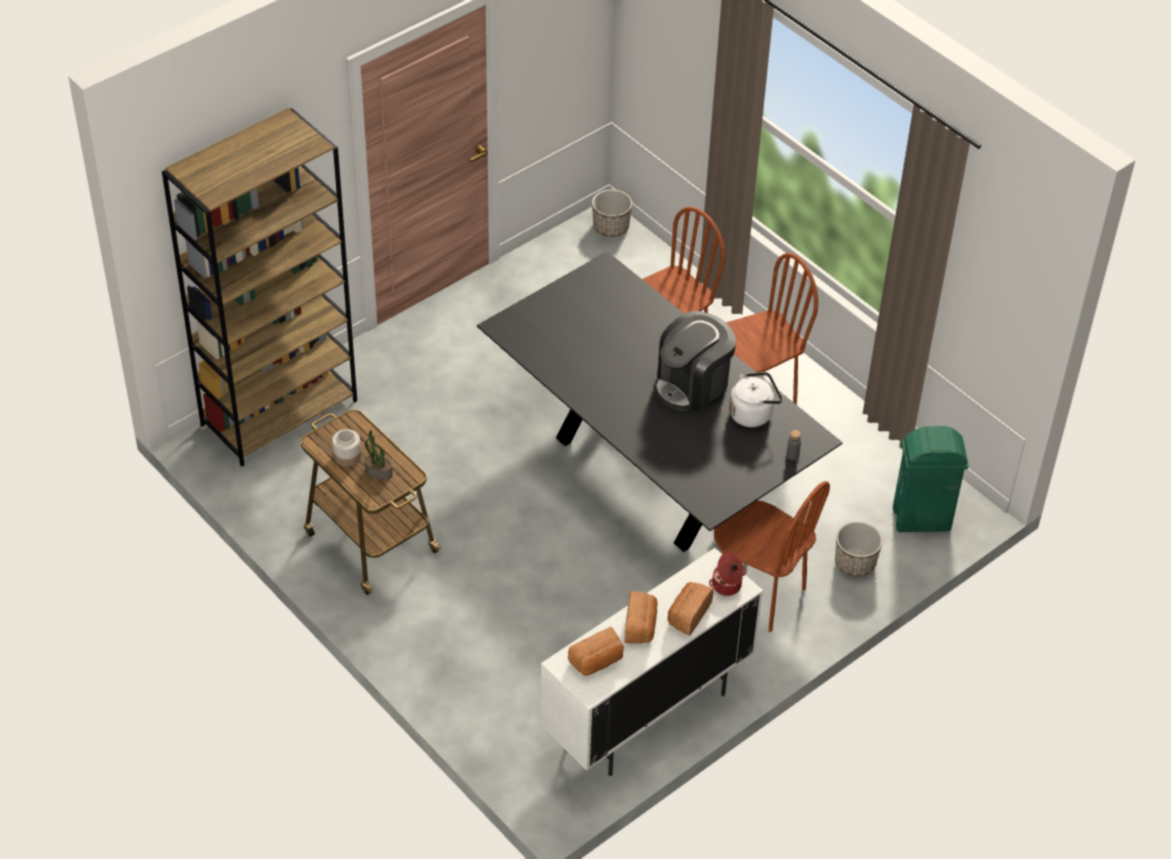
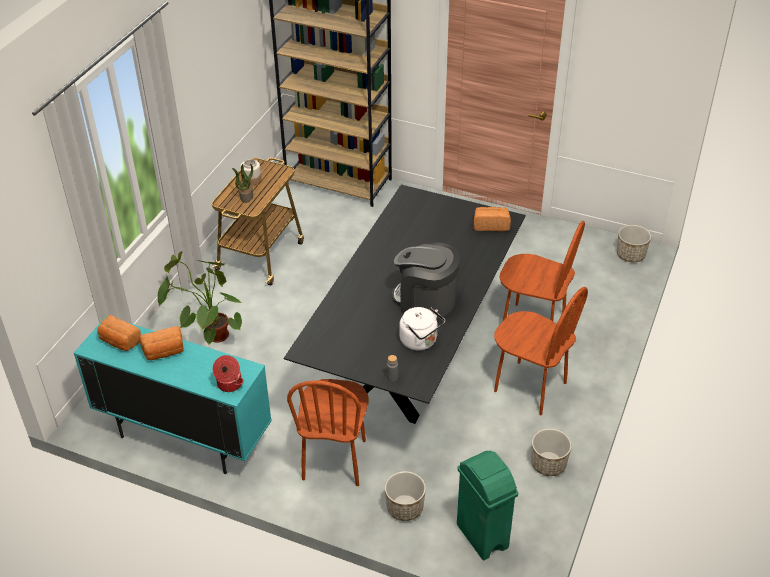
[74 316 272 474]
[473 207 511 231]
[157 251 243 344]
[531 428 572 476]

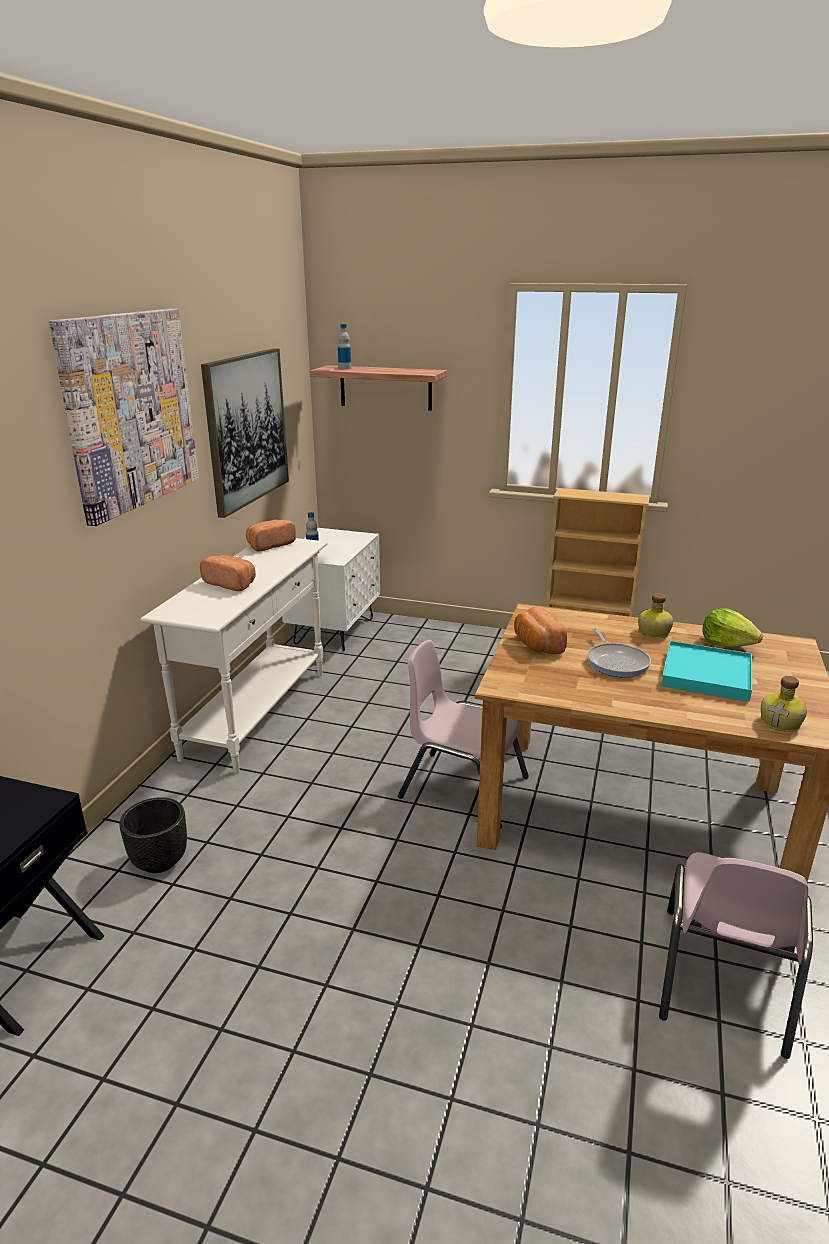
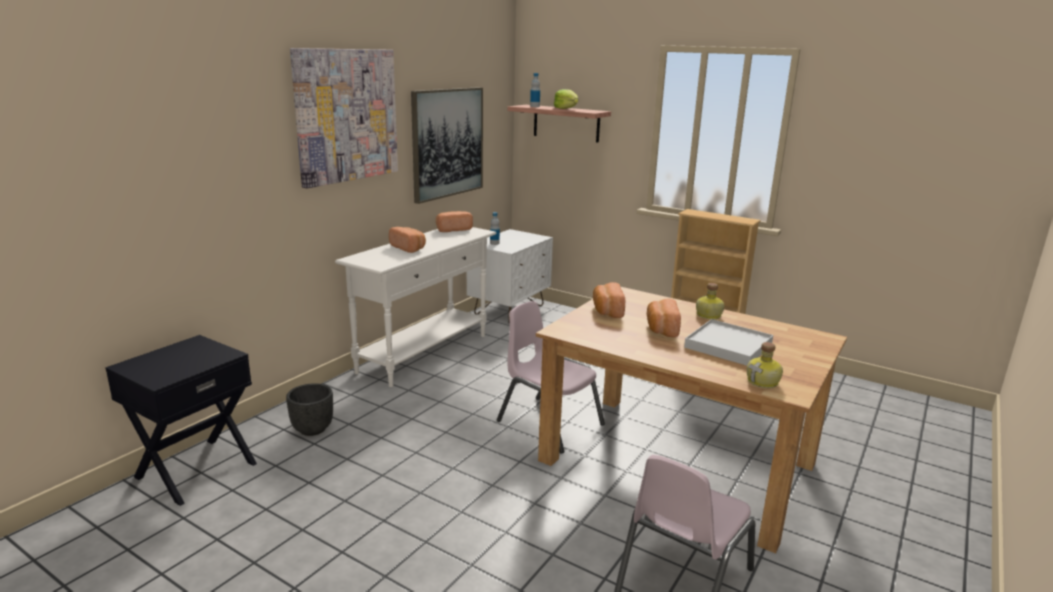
[647 299 681 337]
[684 319 773 366]
[554 89 578 109]

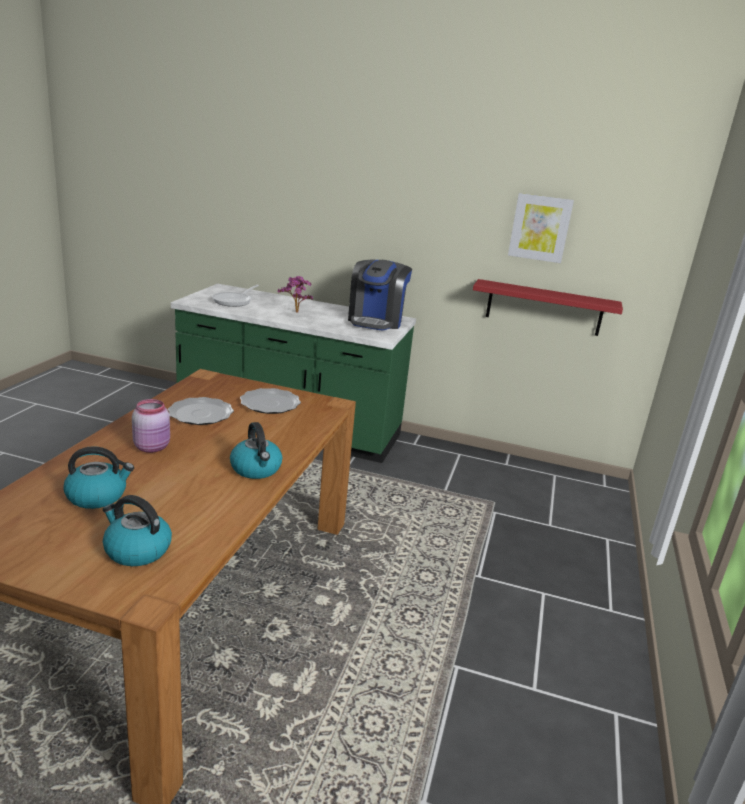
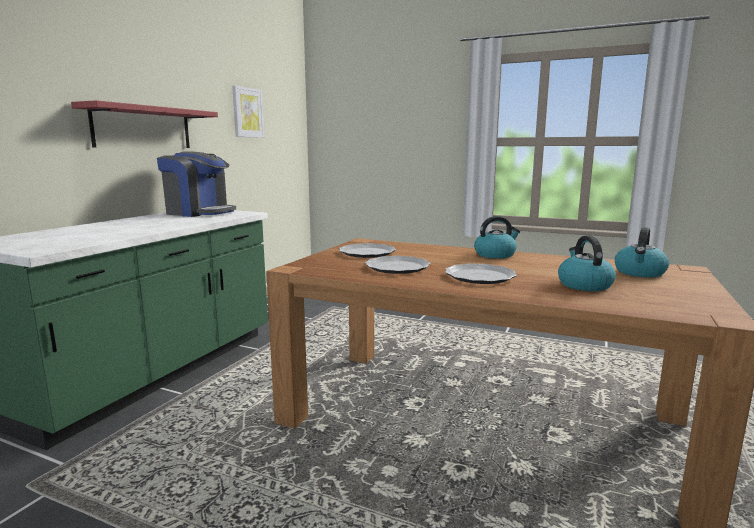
[445 263 517 284]
[212 285 259 307] (first image)
[278 276 313 313] (first image)
[71 100 218 148]

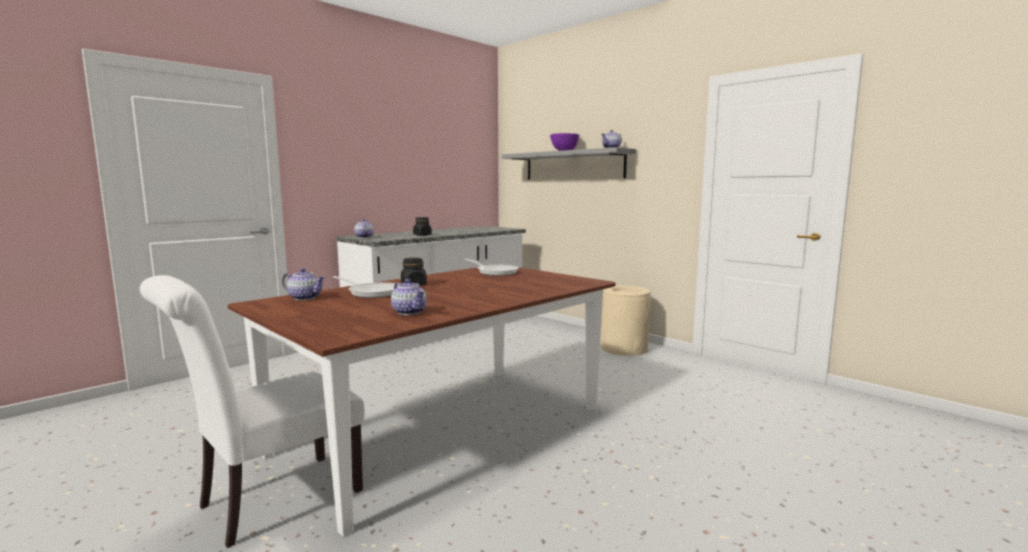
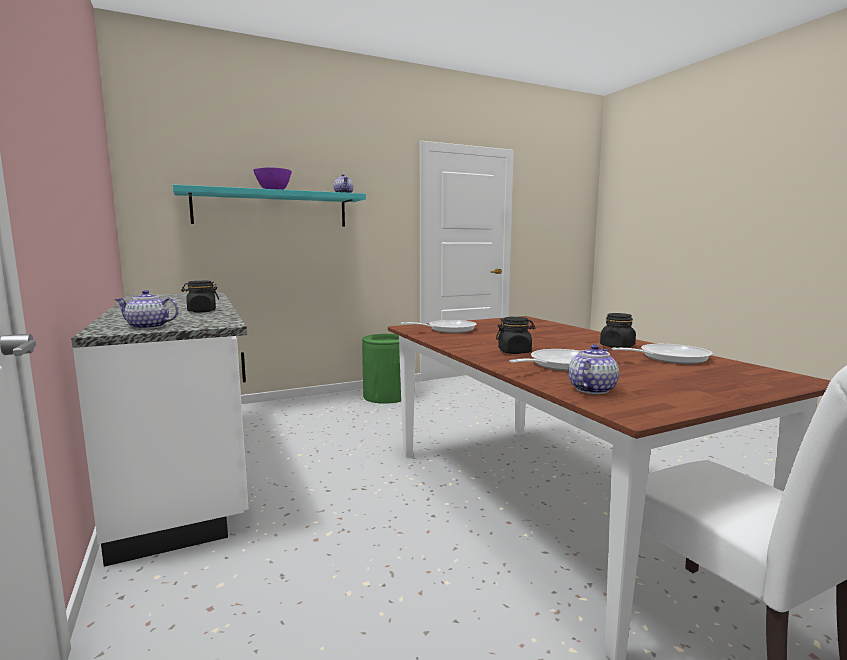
[611 344 713 364]
[173 185 366 227]
[362 334 401 404]
[600 313 636 348]

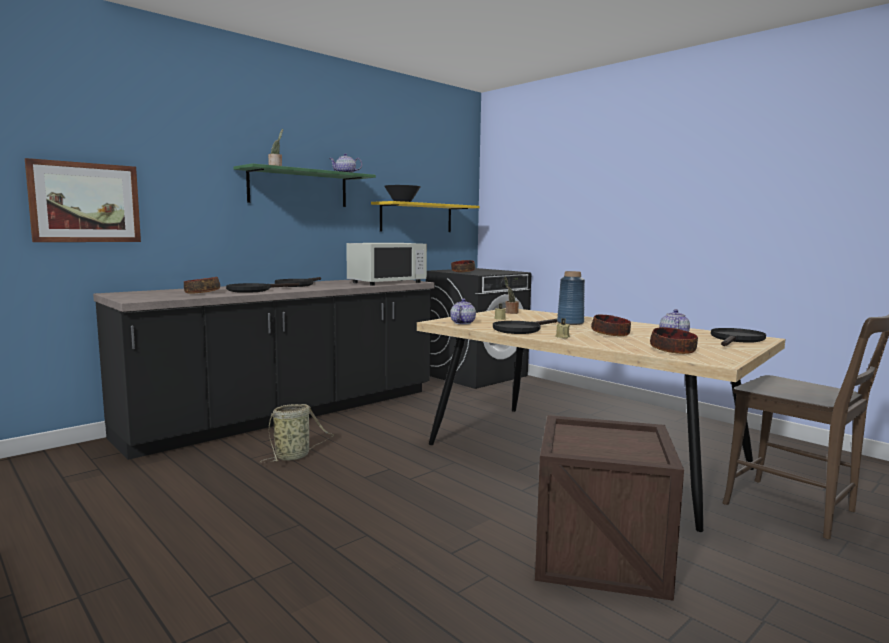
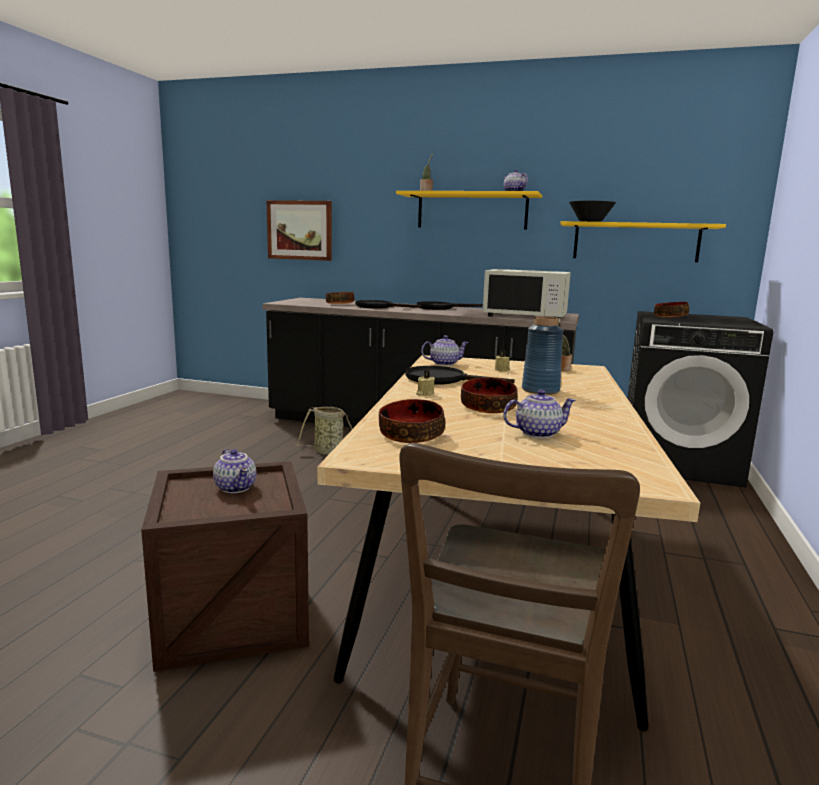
[396 191 542 230]
[711 328 766 346] (first image)
[213 449 256 493]

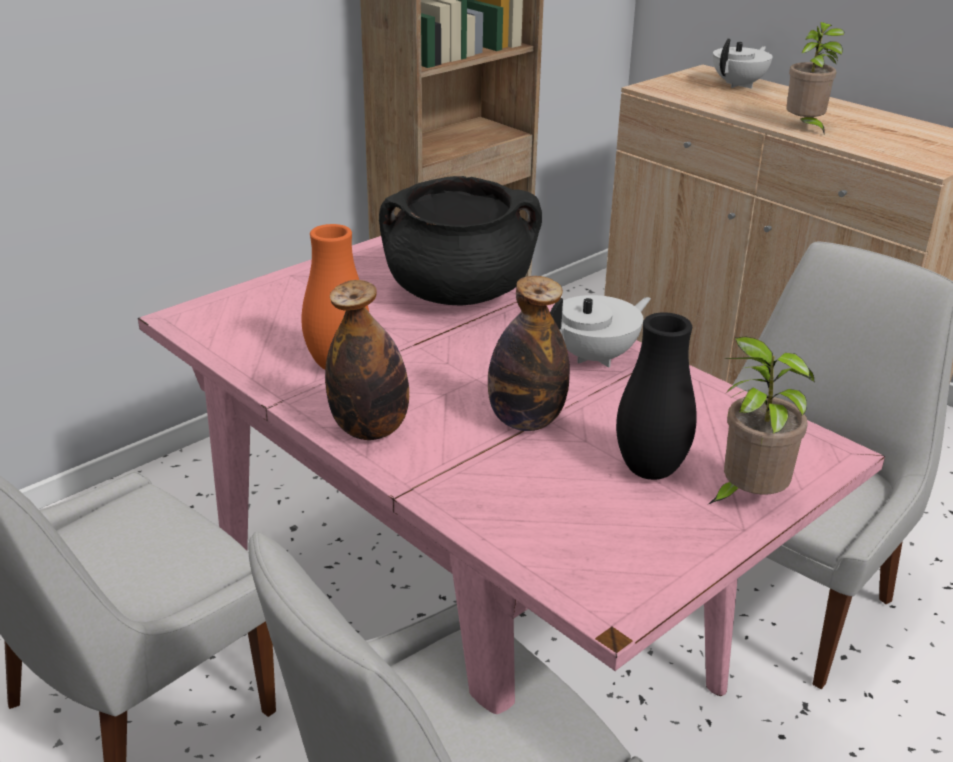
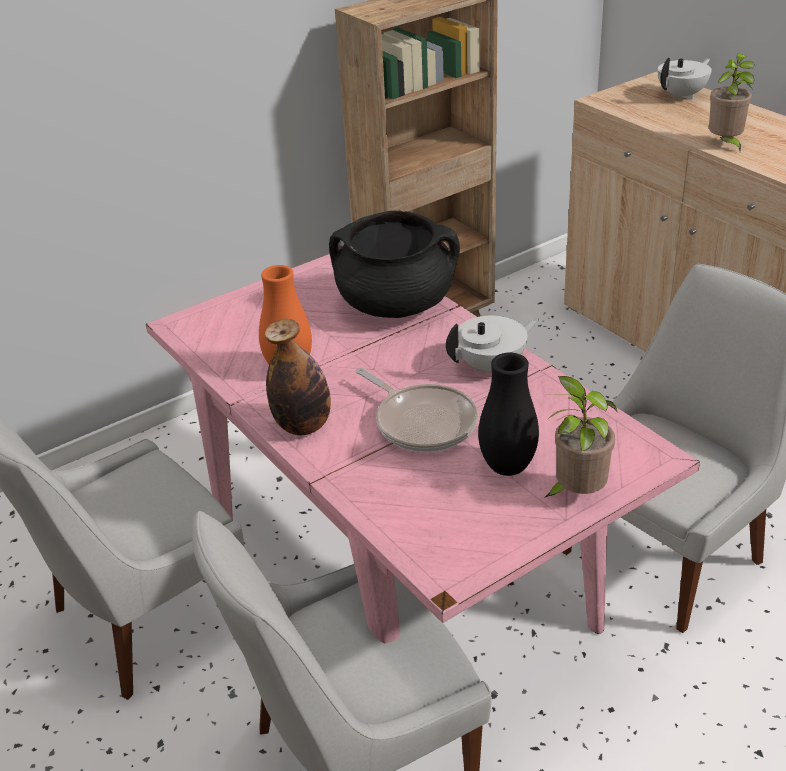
[356 368 478 452]

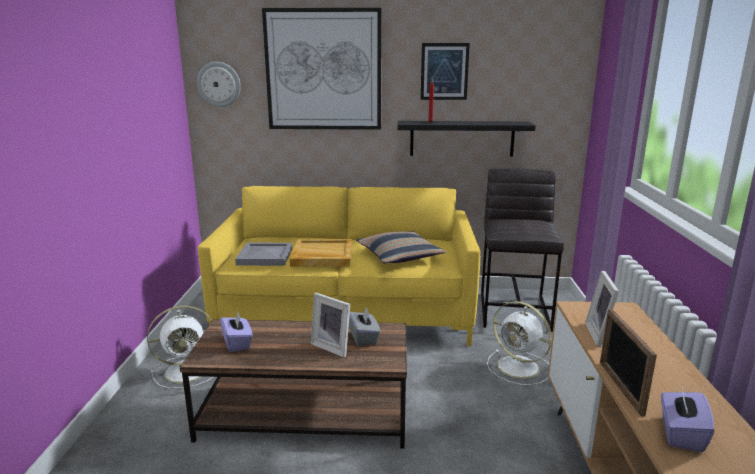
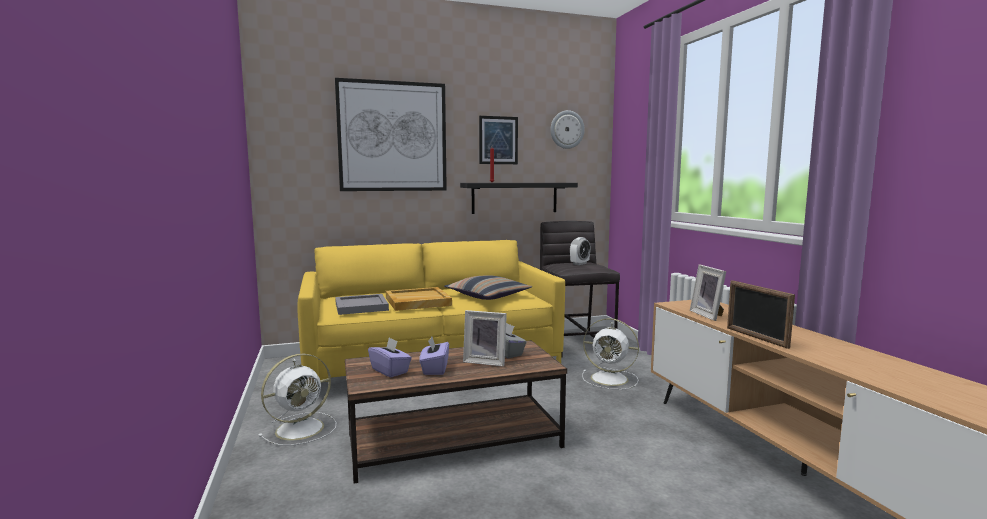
[550 110 585 149]
[419 336 449 375]
[570 237 591 265]

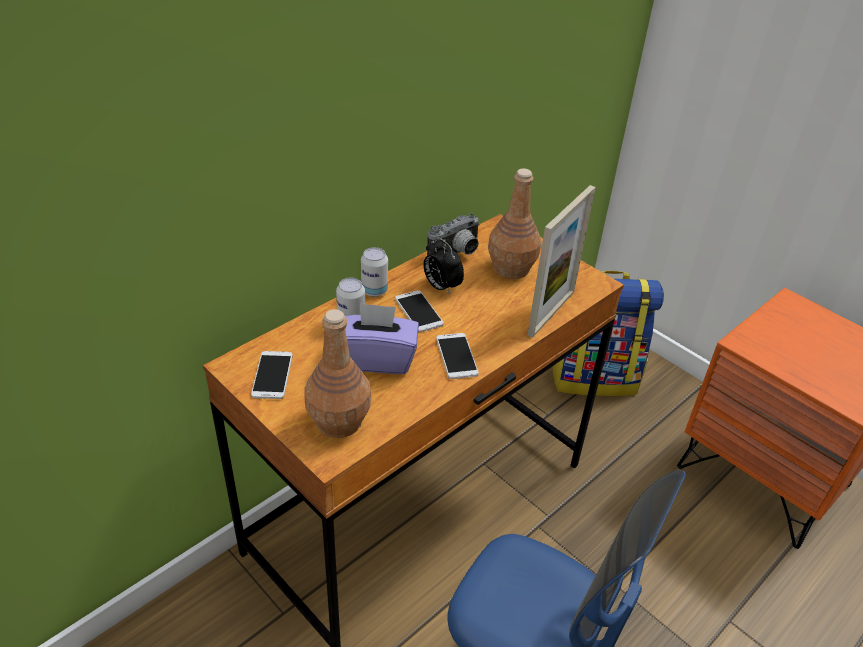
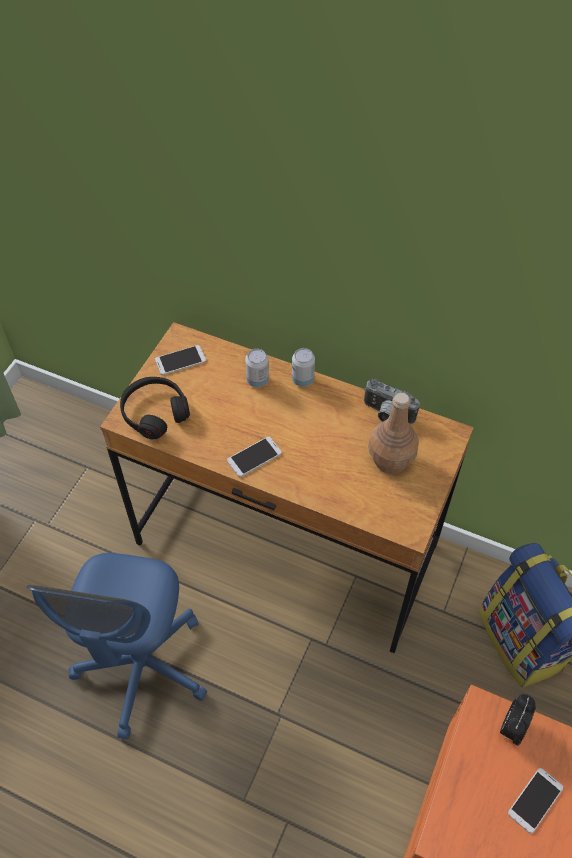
[120 377 190 439]
[345 303 419 374] (first image)
[508 768 563 834]
[500 694 536 746]
[527 185 596 338] (first image)

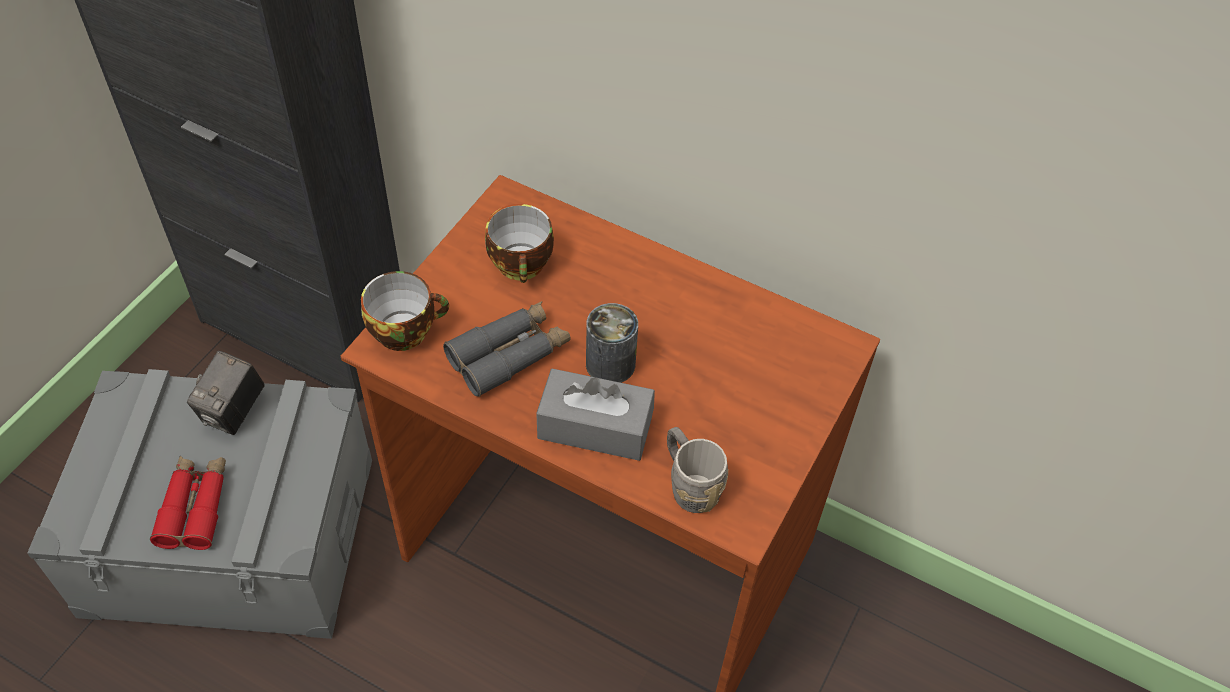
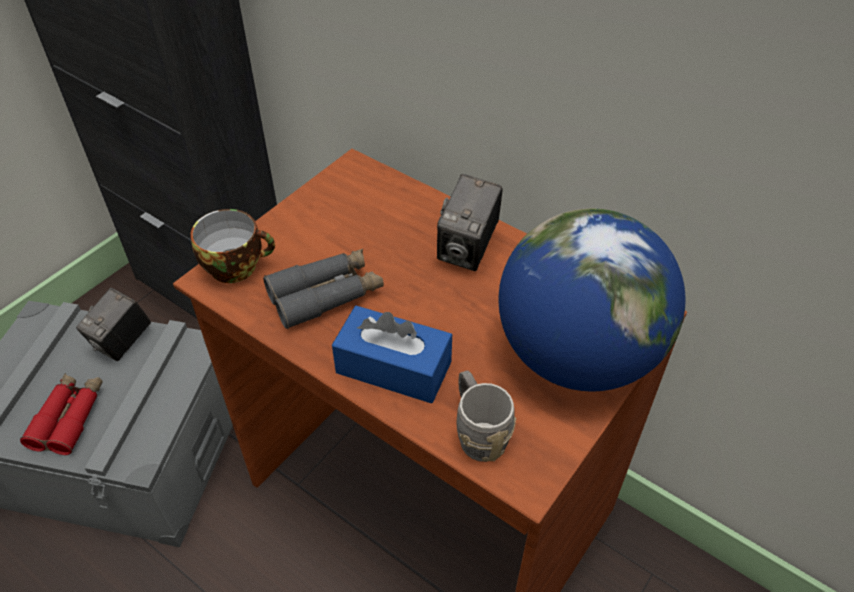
[485 204 554 283] (first image)
[332 306 452 403]
[586 303 638 383] (first image)
[437 174 502 271]
[499 208 686 391]

